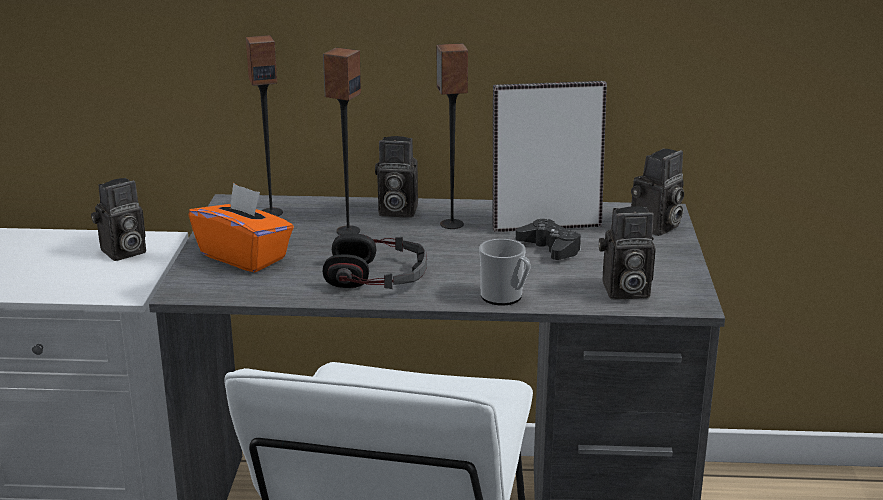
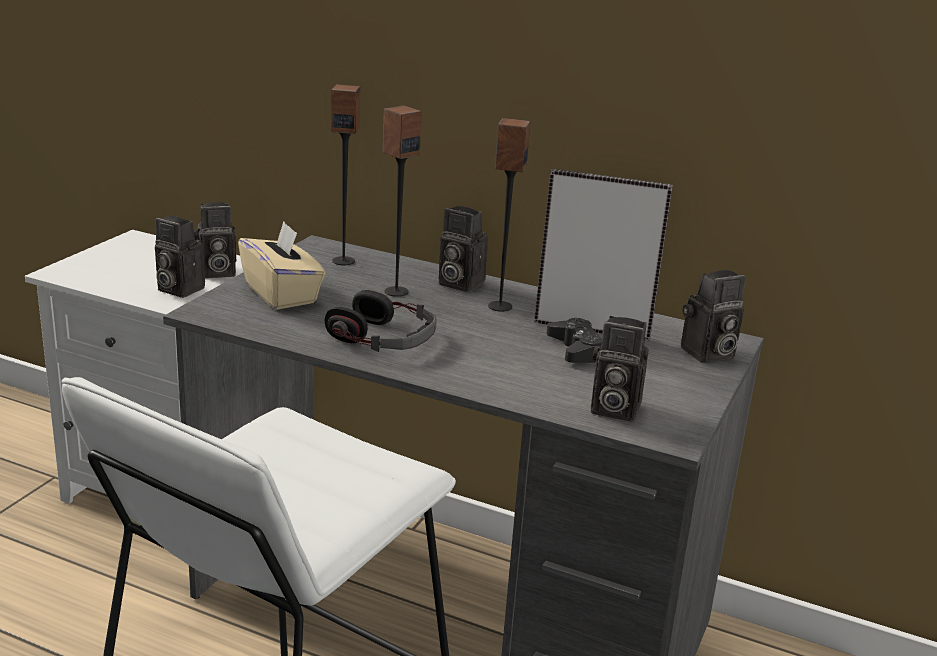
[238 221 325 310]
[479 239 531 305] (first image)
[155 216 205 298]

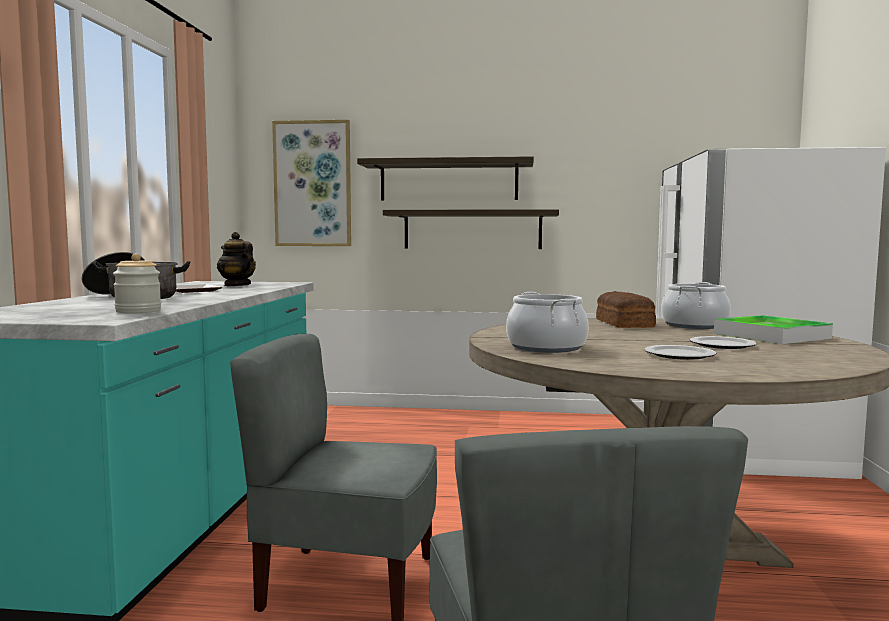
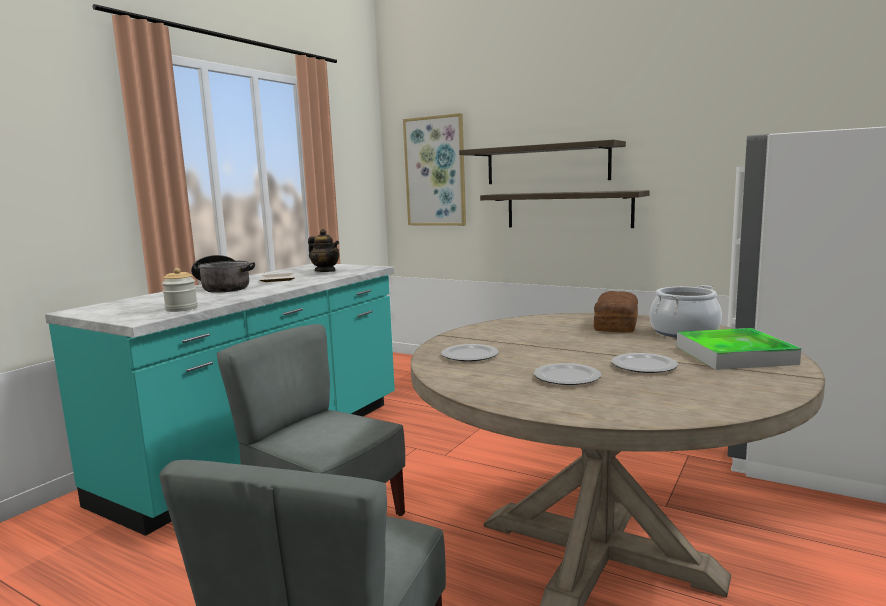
[308 229 339 272]
[441 344 499 362]

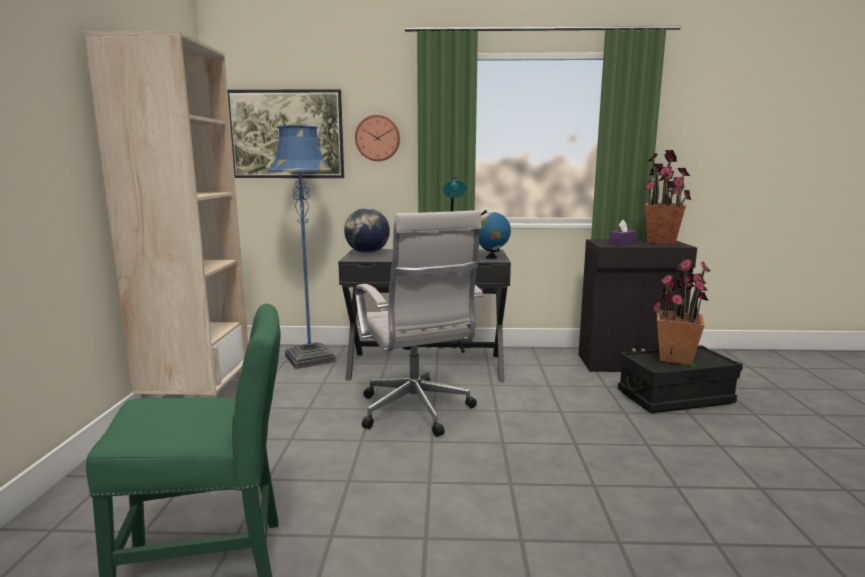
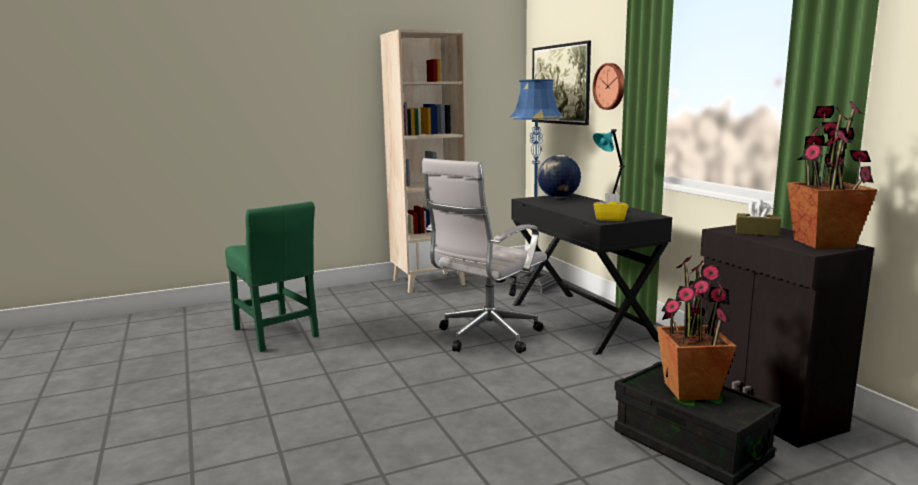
[594 193 629 221]
[736 199 781 236]

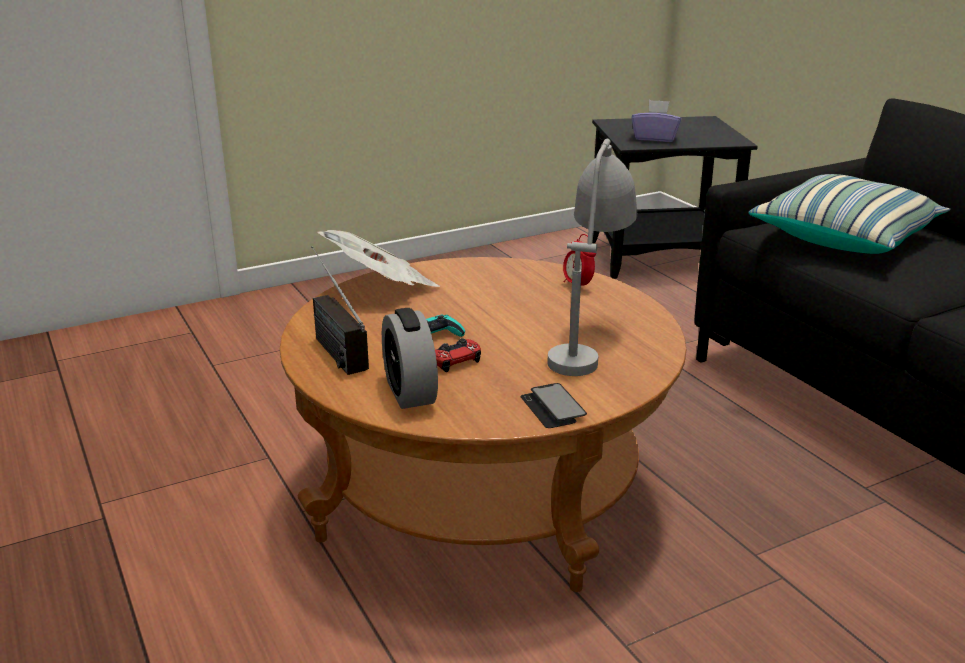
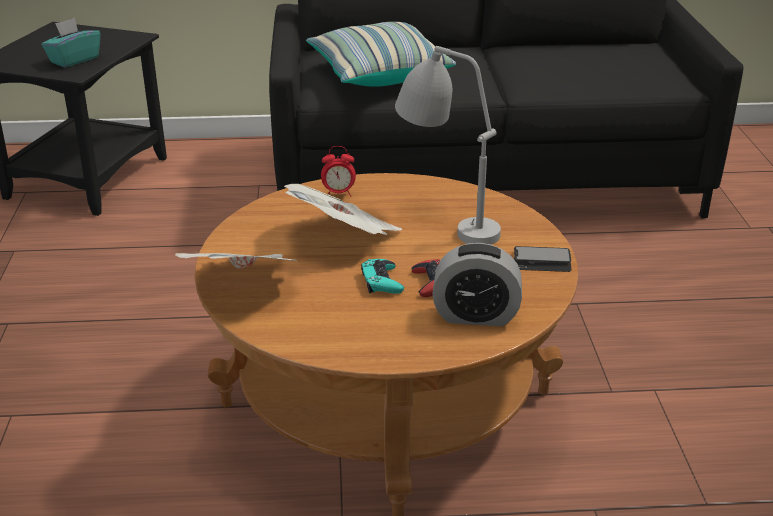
[311 246 369 375] (first image)
[41 18 100 68]
[284 184 403 235]

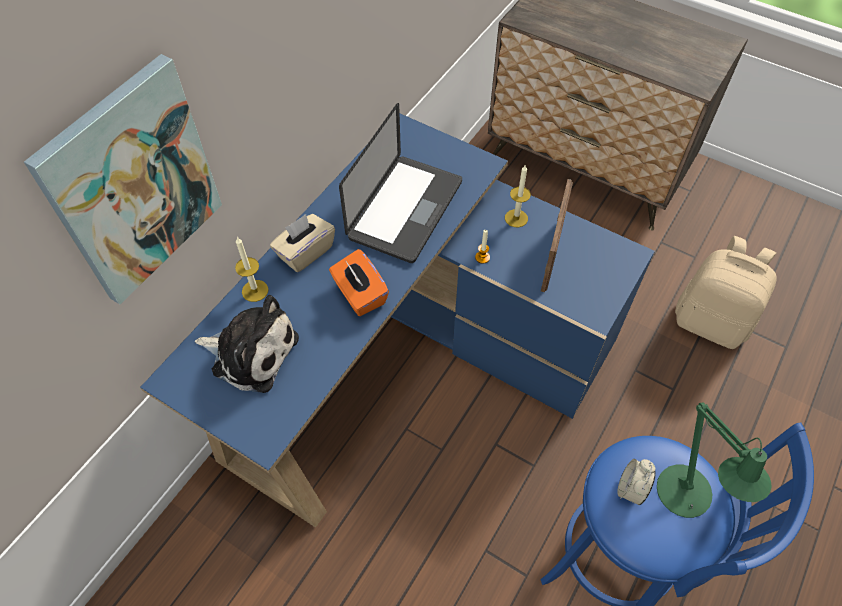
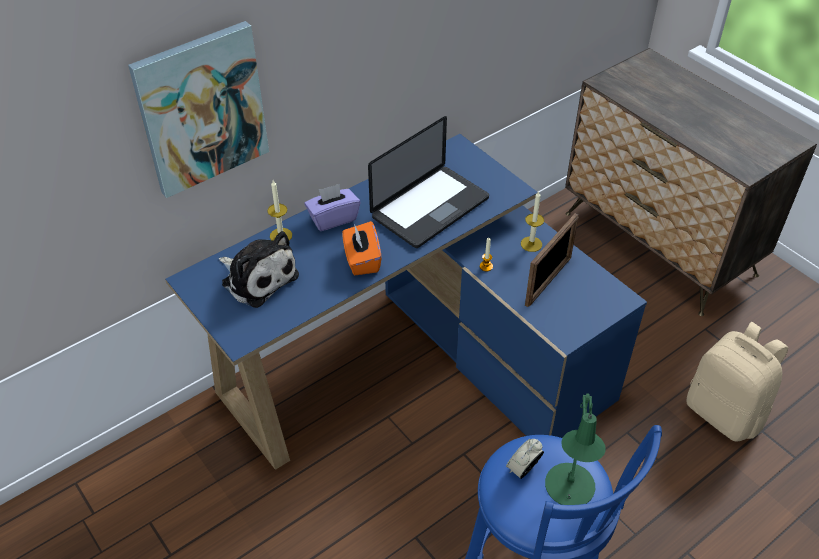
[304 184 361 231]

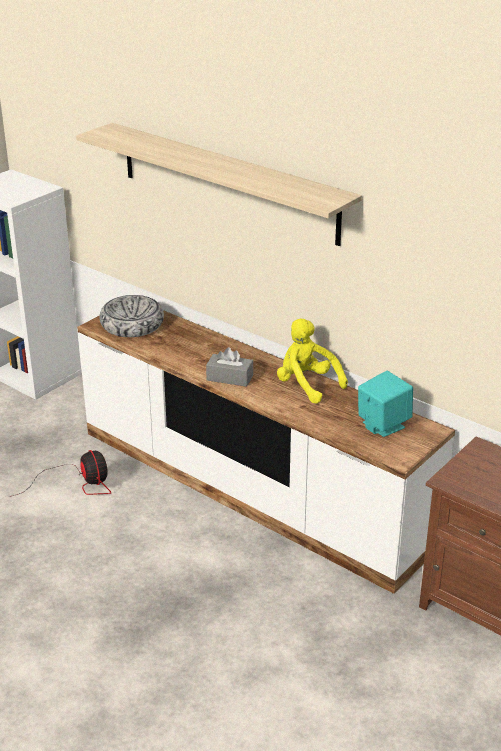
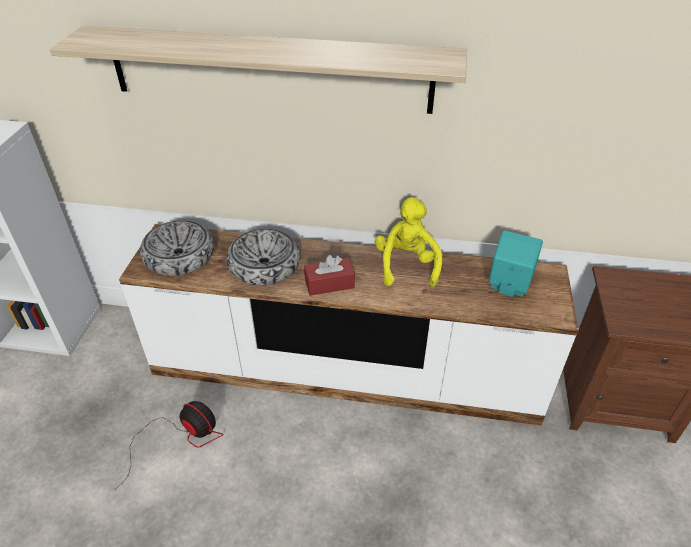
[304 255 355 296]
[375 197 442 287]
[226 229 300 286]

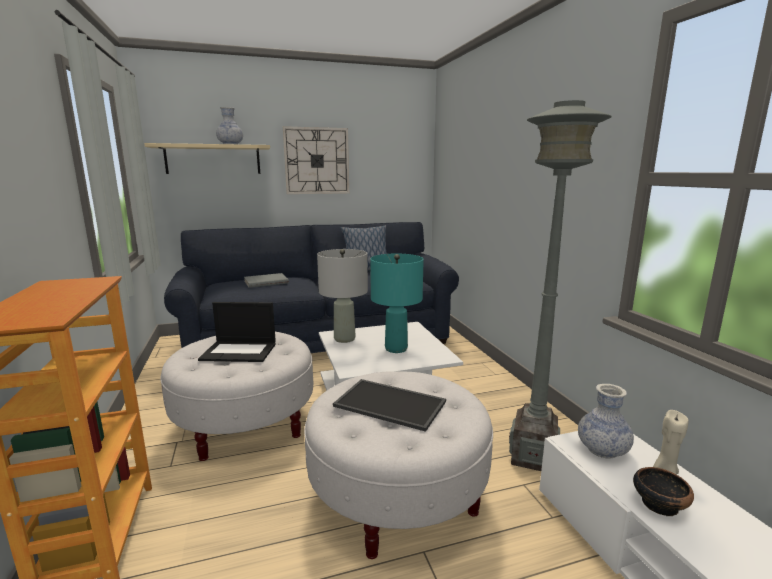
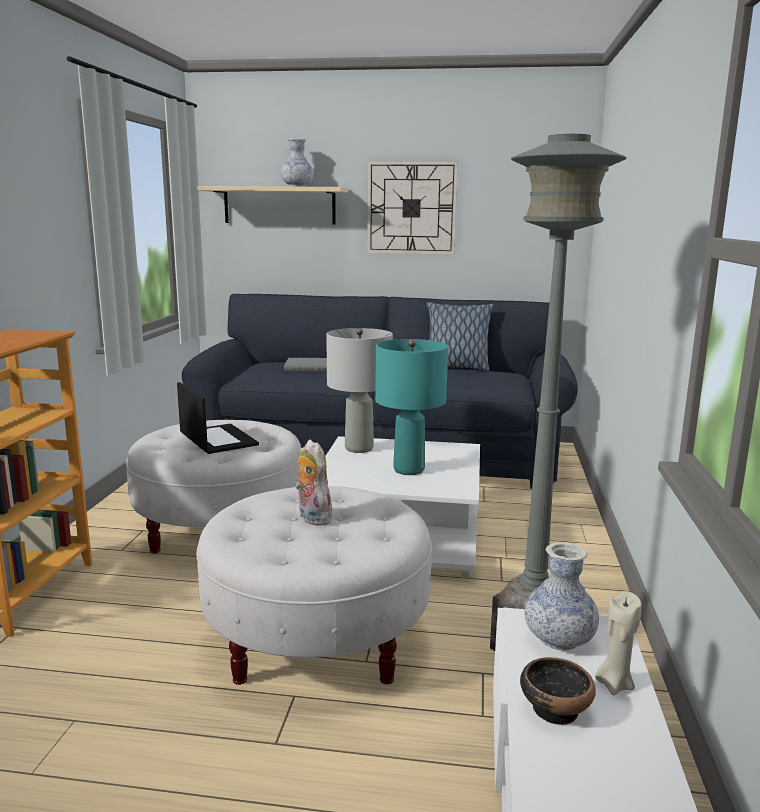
[177 382 259 454]
[295 440 332 526]

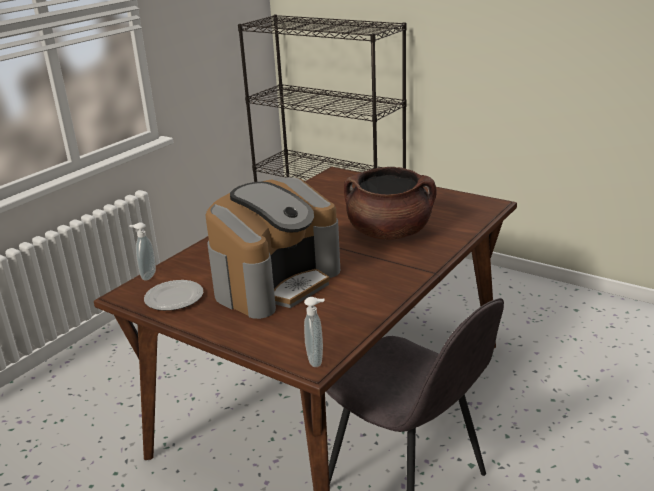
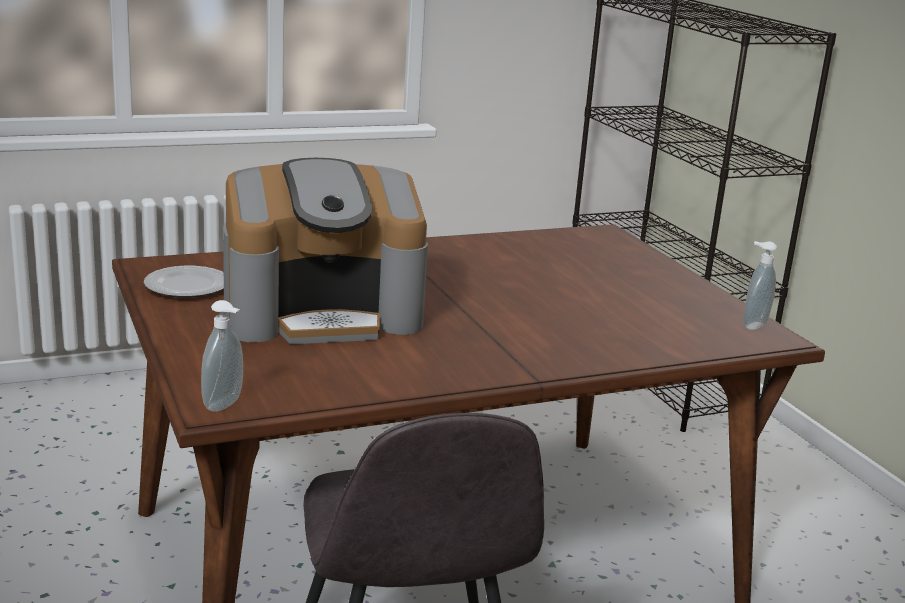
[743 241 778 330]
[344 167 437 240] (first image)

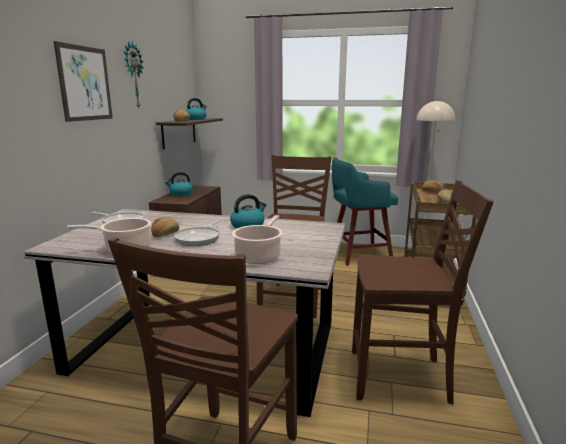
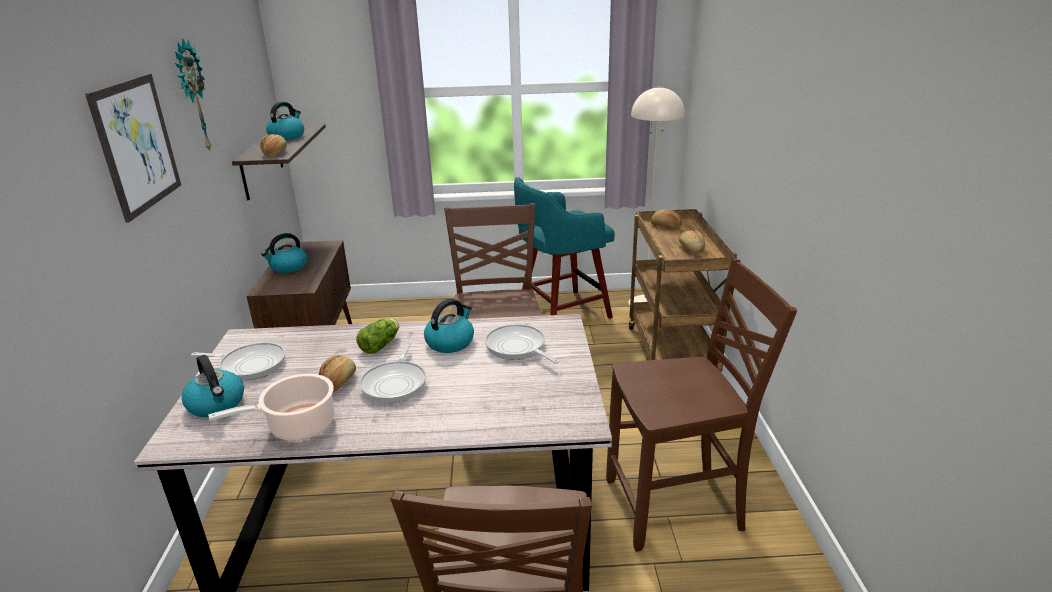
[232 215 283 264] (first image)
[182 355 244 417]
[356 319 399 354]
[485 324 559 364]

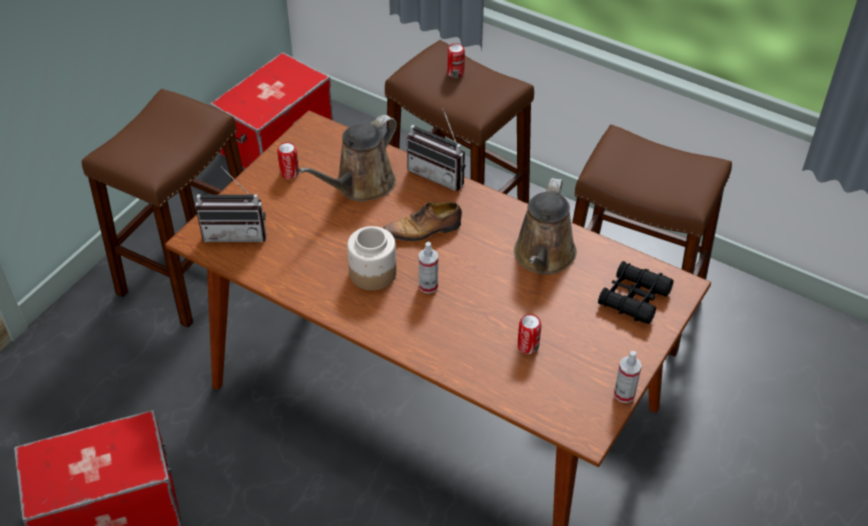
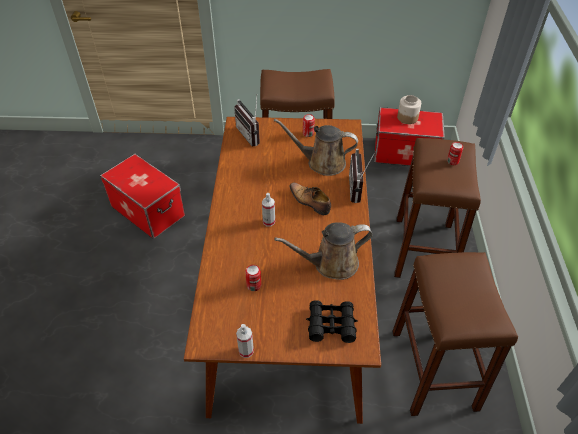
[397 95 421 124]

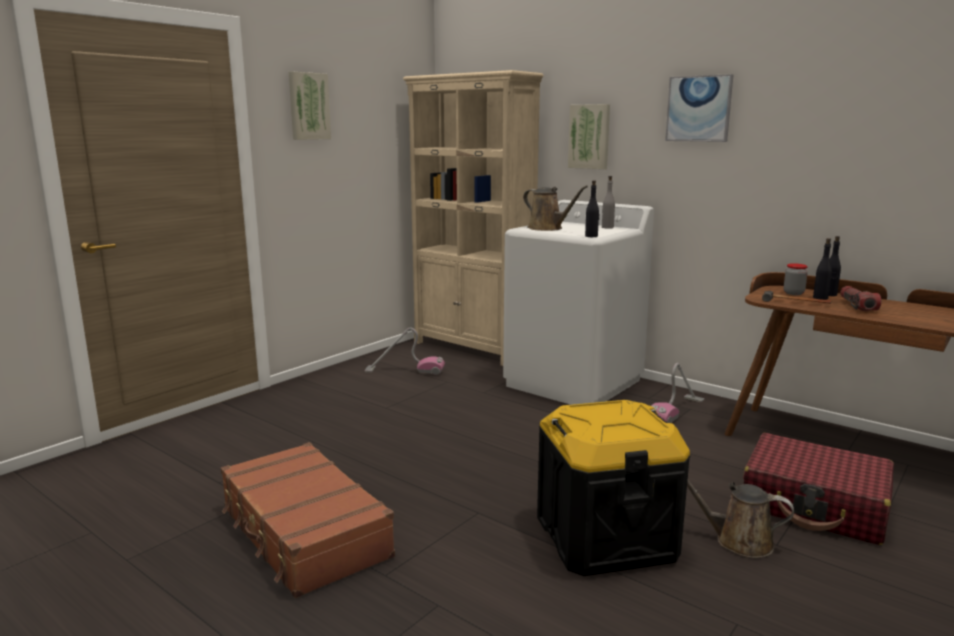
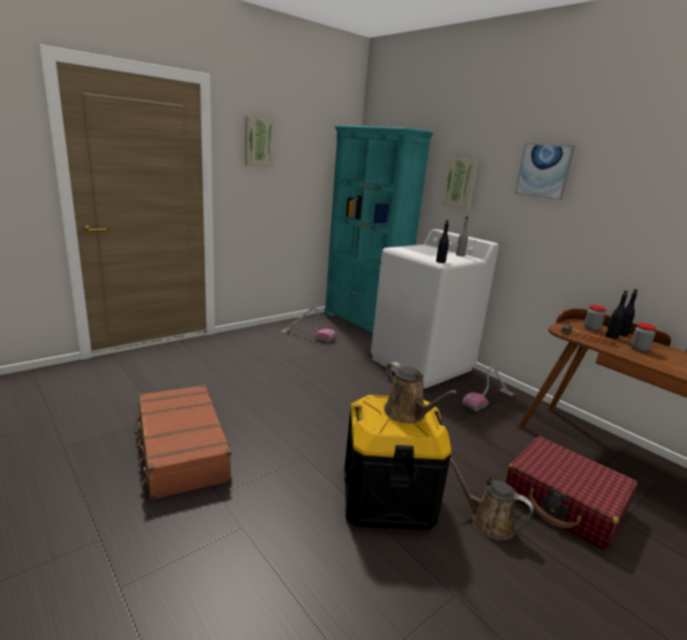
[324 125 434 333]
[384 362 458 424]
[630 323 657 352]

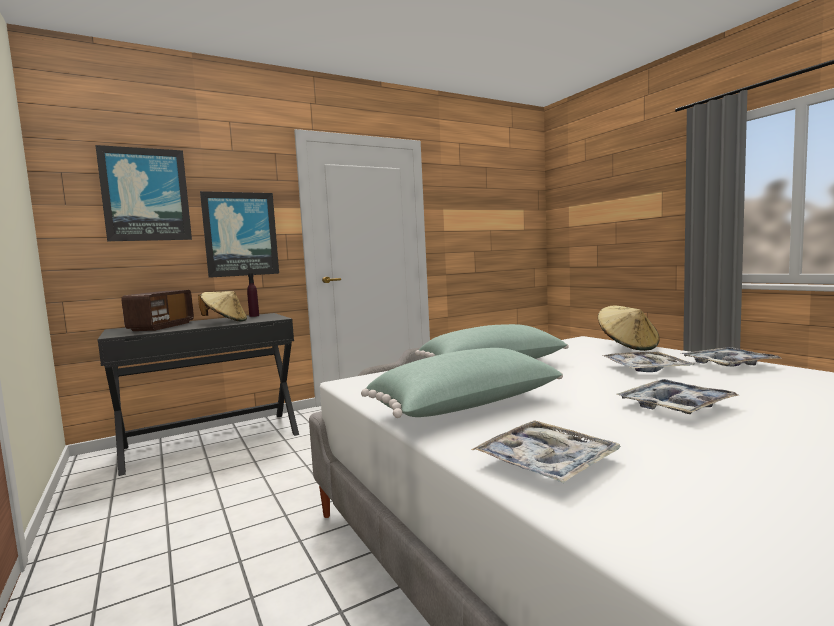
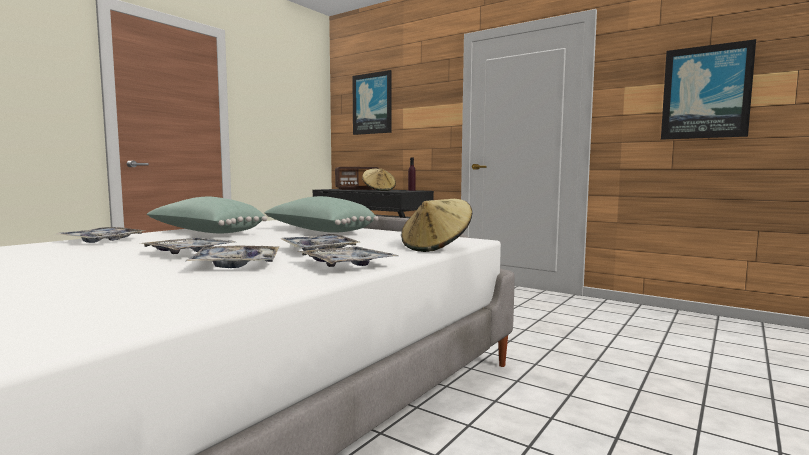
[661 39 756 140]
[186 245 280 268]

